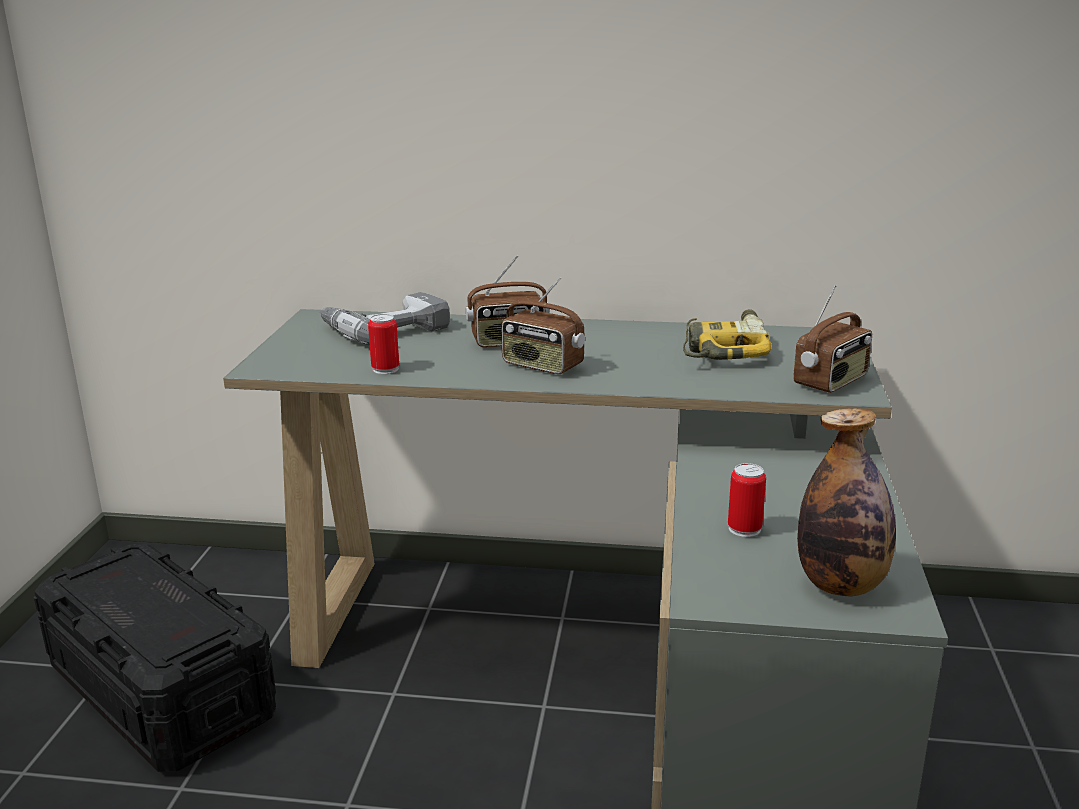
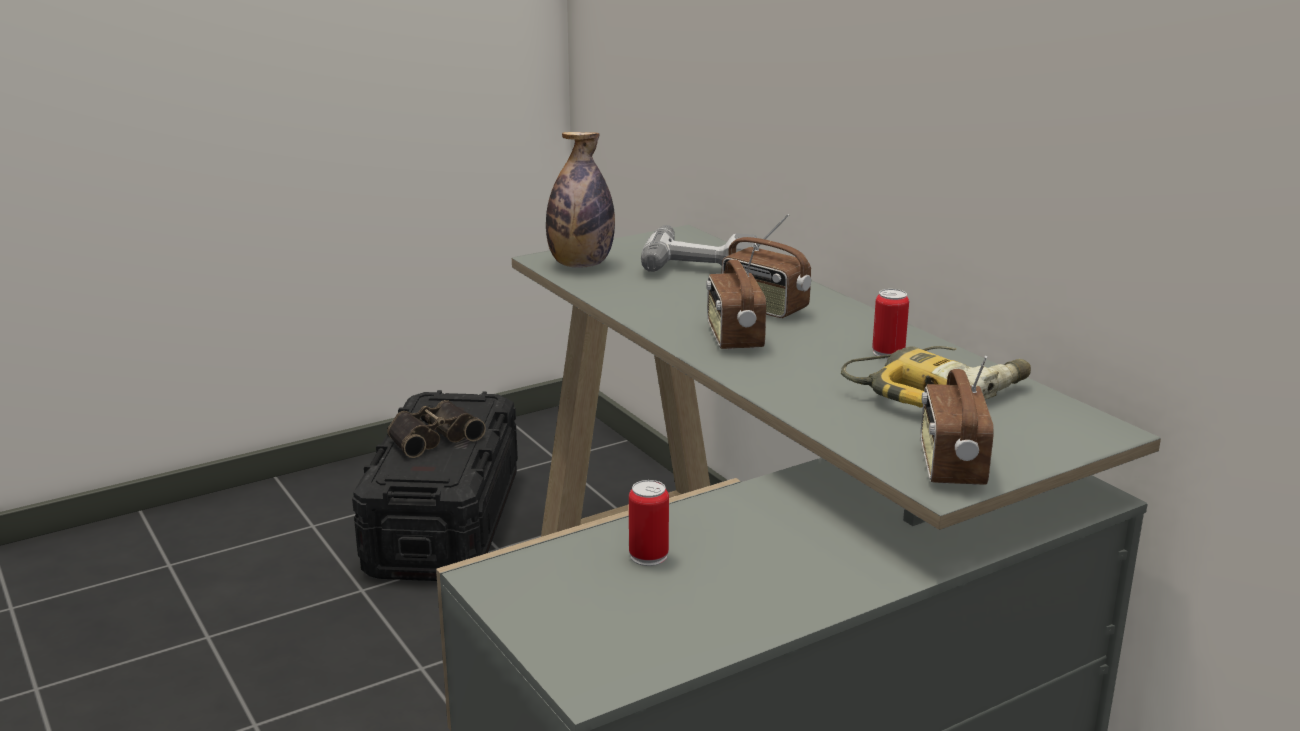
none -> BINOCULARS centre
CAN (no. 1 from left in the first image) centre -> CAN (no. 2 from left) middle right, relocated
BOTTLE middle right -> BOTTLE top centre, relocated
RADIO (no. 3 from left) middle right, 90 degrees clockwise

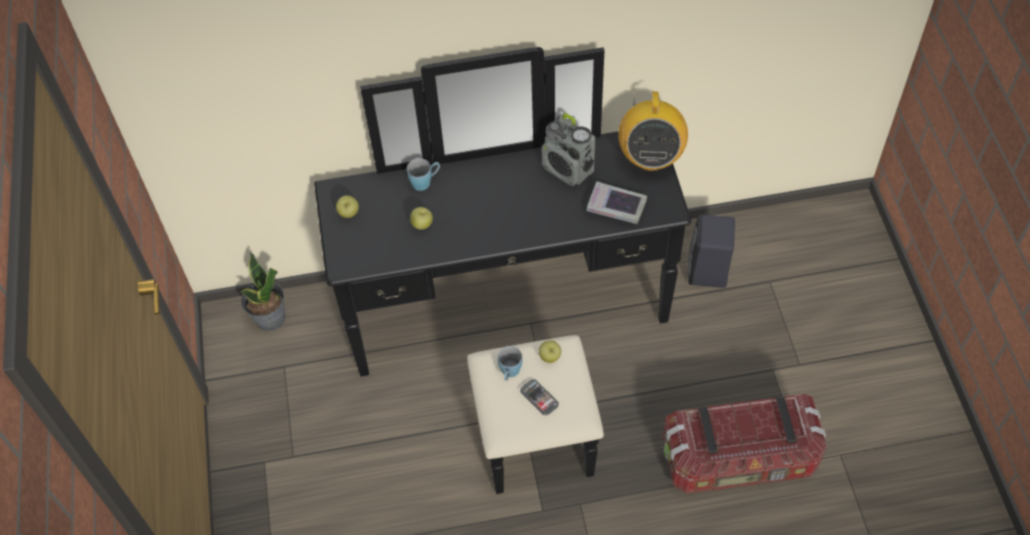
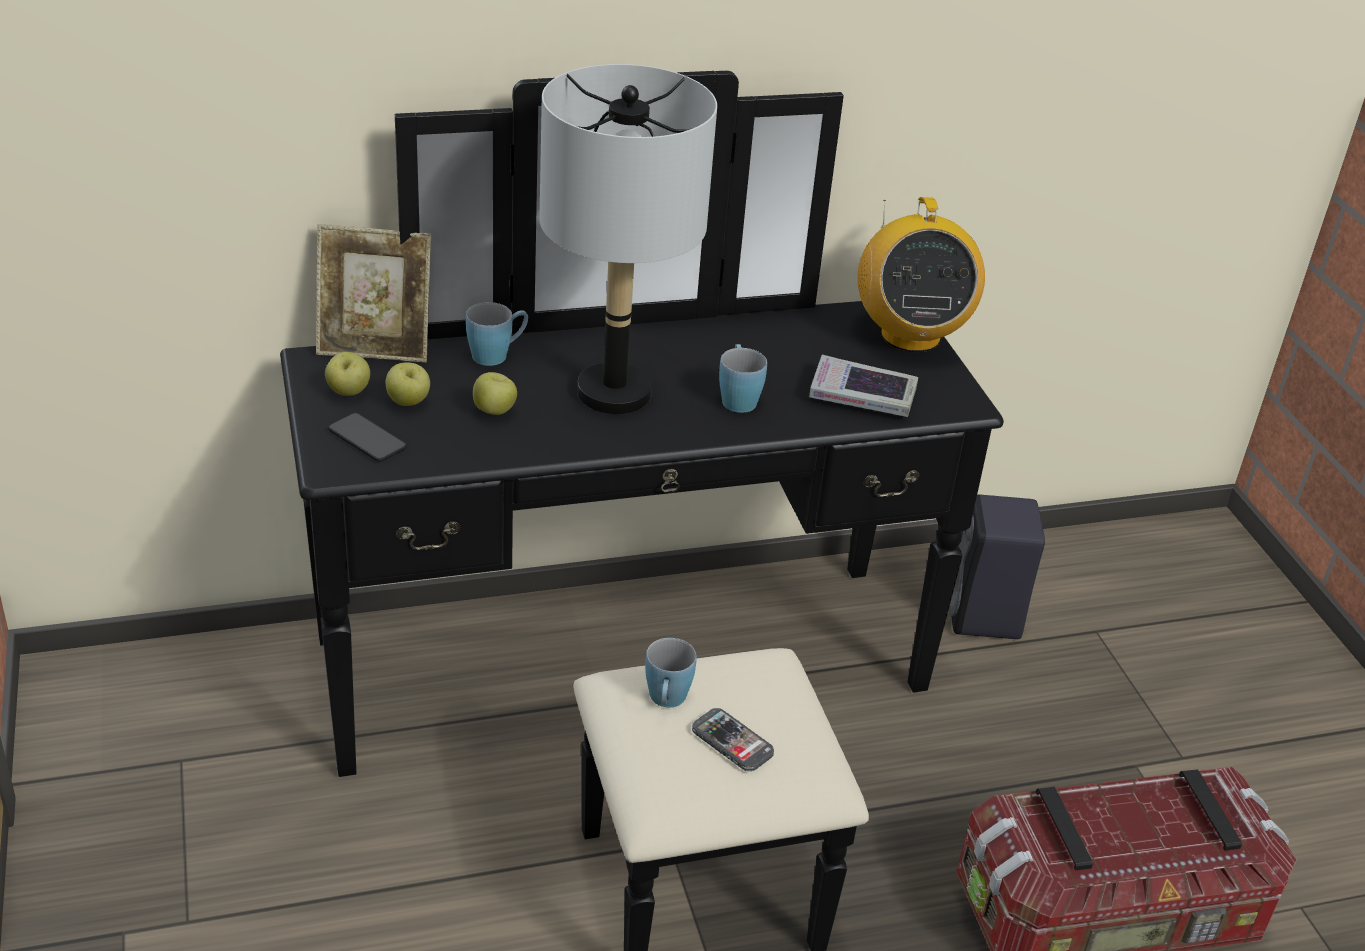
POTTED PLANT middle left -> none
RADIO (no. 1 from left) top centre -> none
none -> PICTURE FRAME top left
none -> PHONE (no. 1 from left) middle left
none -> GREY TABLE LAMP top centre
none -> BLUE MUG (no. 3 from left) centre
APPLE (no. 3 from left in the first image) centre -> APPLE (no. 2 from left) middle left, relocated

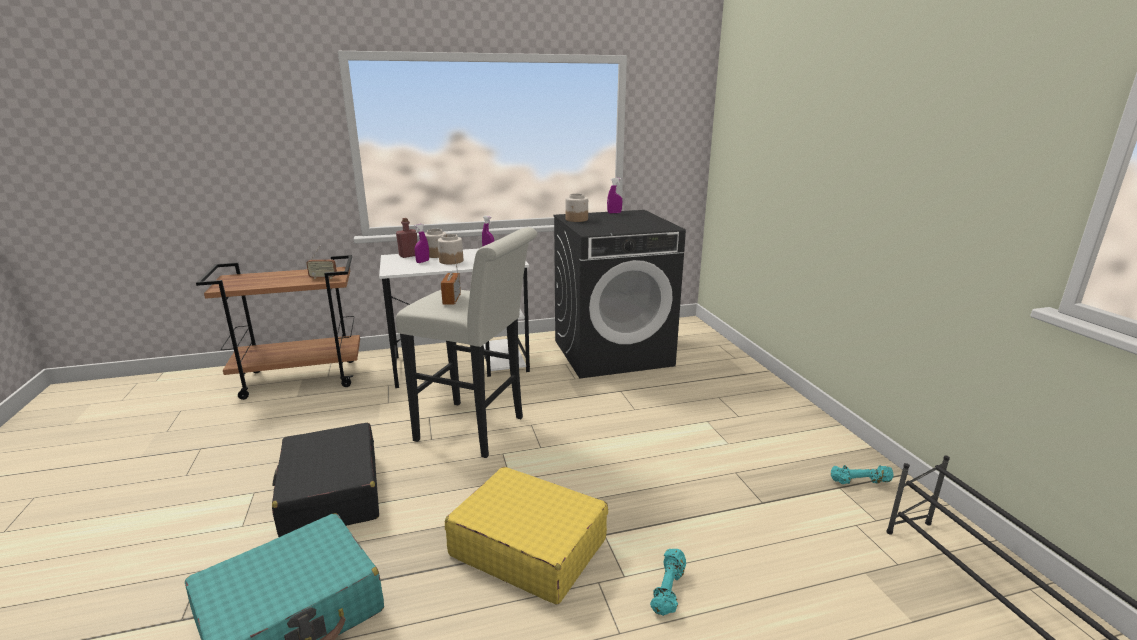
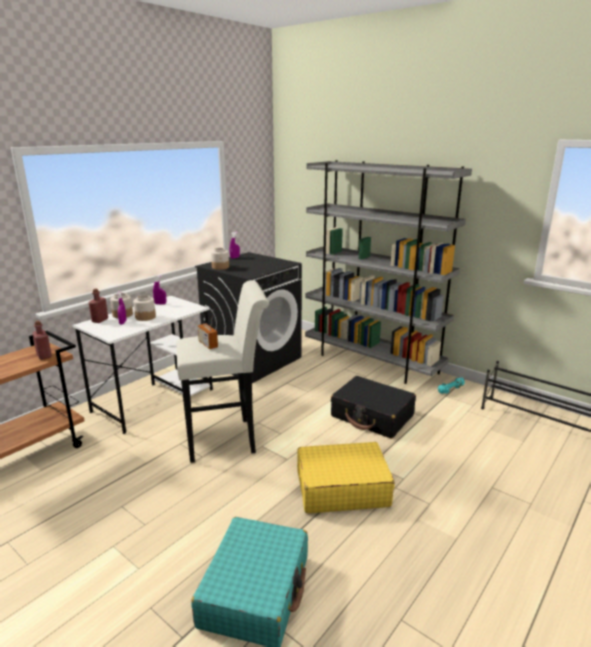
TURQUOISE DUMBBELL (no. 1 from left) bottom centre -> none
none -> GREY BOOKCASE centre
BLACK SUITCASE bottom left -> BLACK SUITCASE centre, relocated
RADIO (no. 1 from left) middle left -> RED BOTTLE (no. 1 from left) middle left

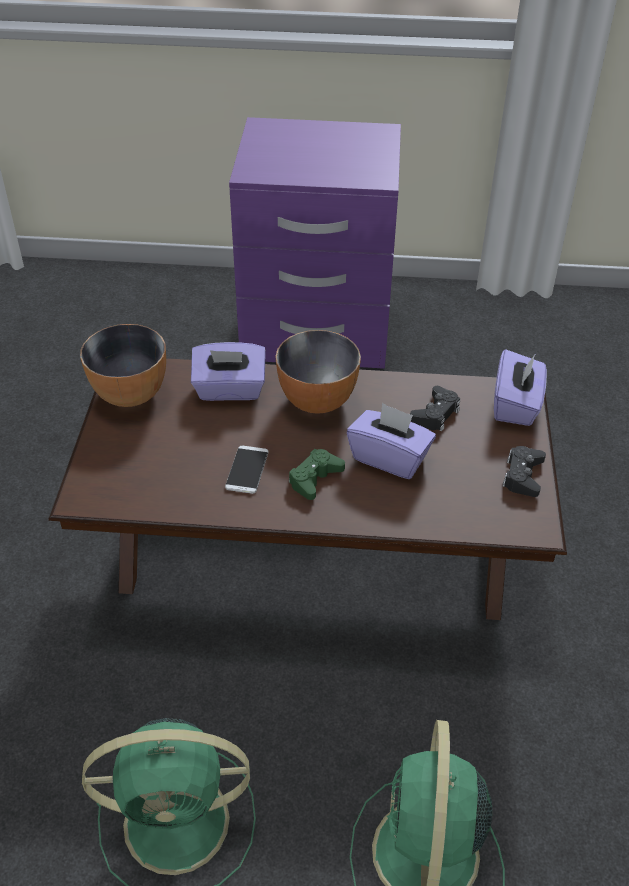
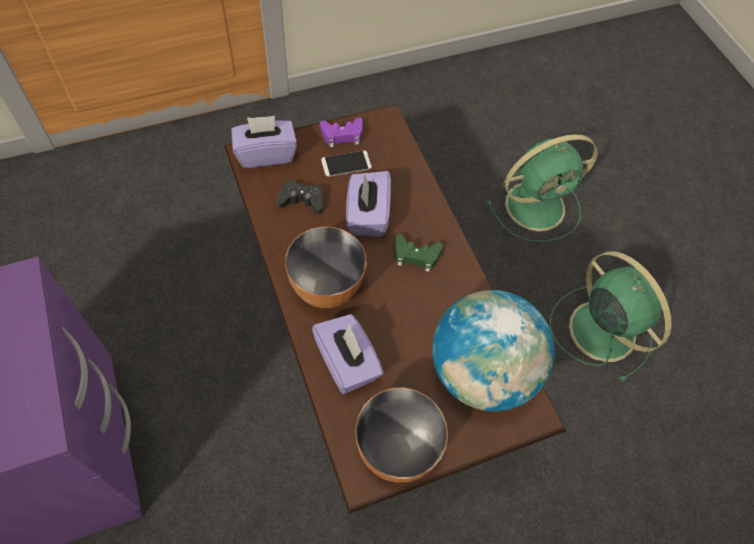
none -> GLOBE centre
PHONE centre -> PHONE top centre, relocated
BLACK GAME CONTROLLER (no. 2 from left) middle right -> PURPLE GAME CONTROLLER top centre

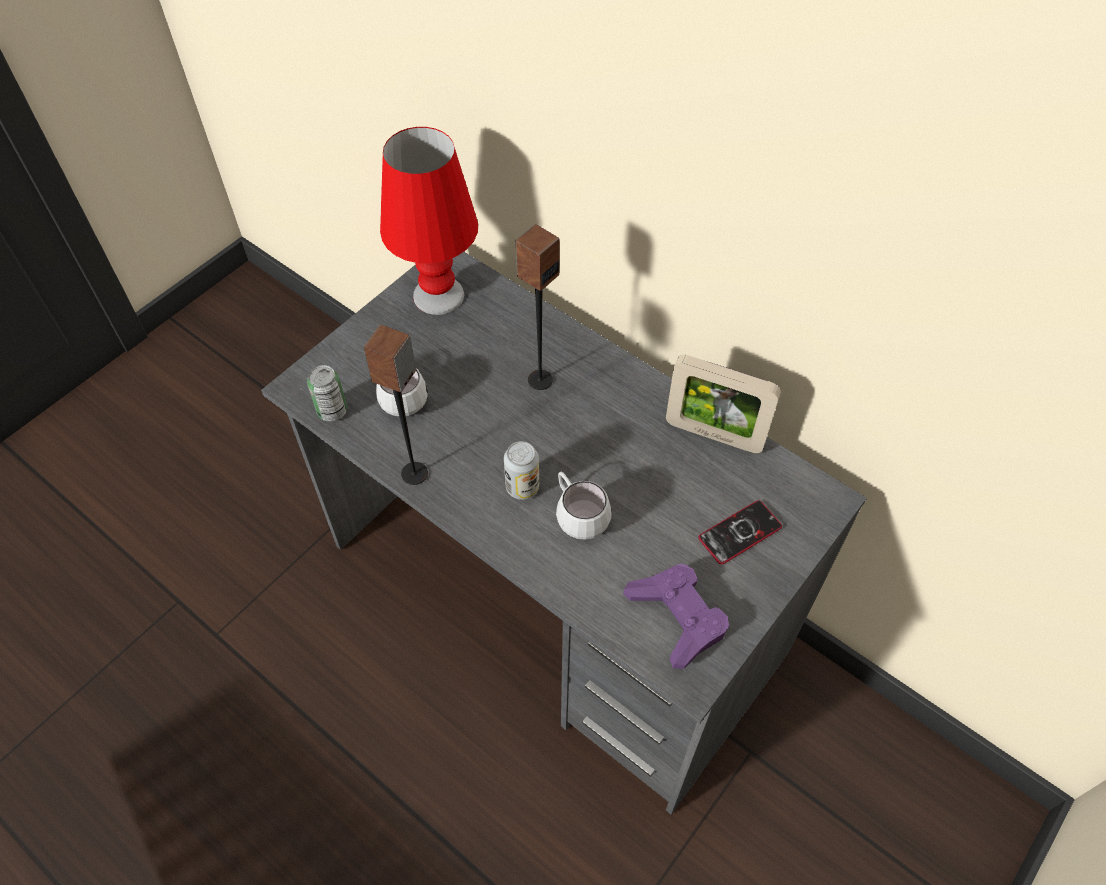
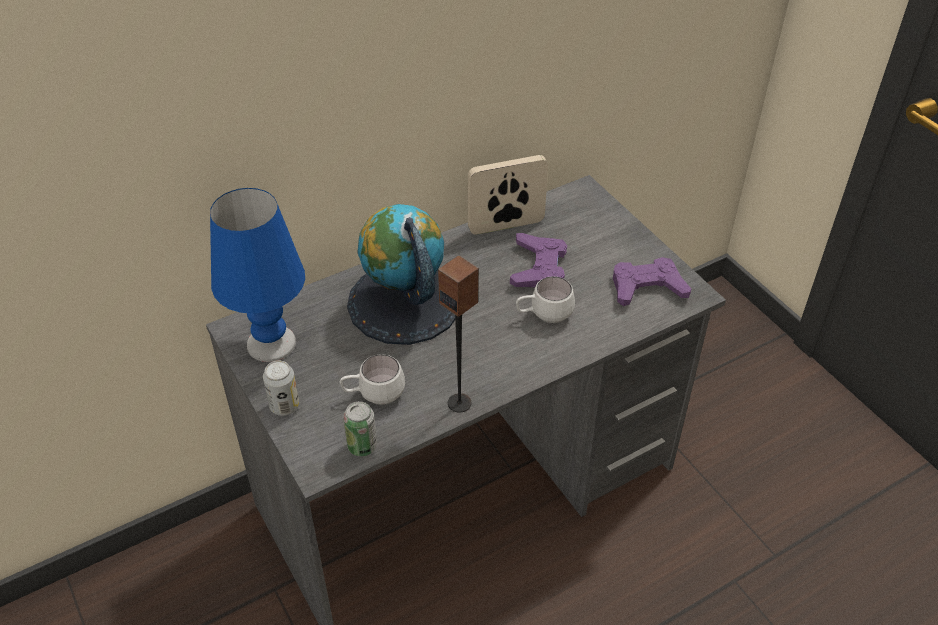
PHONE middle right -> none
none -> PURPLE GAME CONTROLLER (no. 1 from left) centre
CAN (no. 2 from left in the first image) centre -> CAN (no. 1 from left) middle left, relocated
SPEAKER (no. 2 from left) centre -> GLOBE centre
RED TABLE LAMP top centre -> BLUE TABLE LAMP middle left
PICTURE FRAME centre -> PICTURE FRAME top centre, 150 degrees counterclockwise

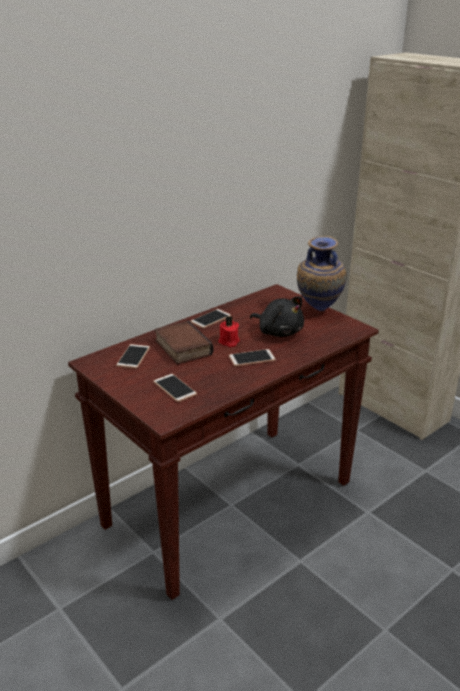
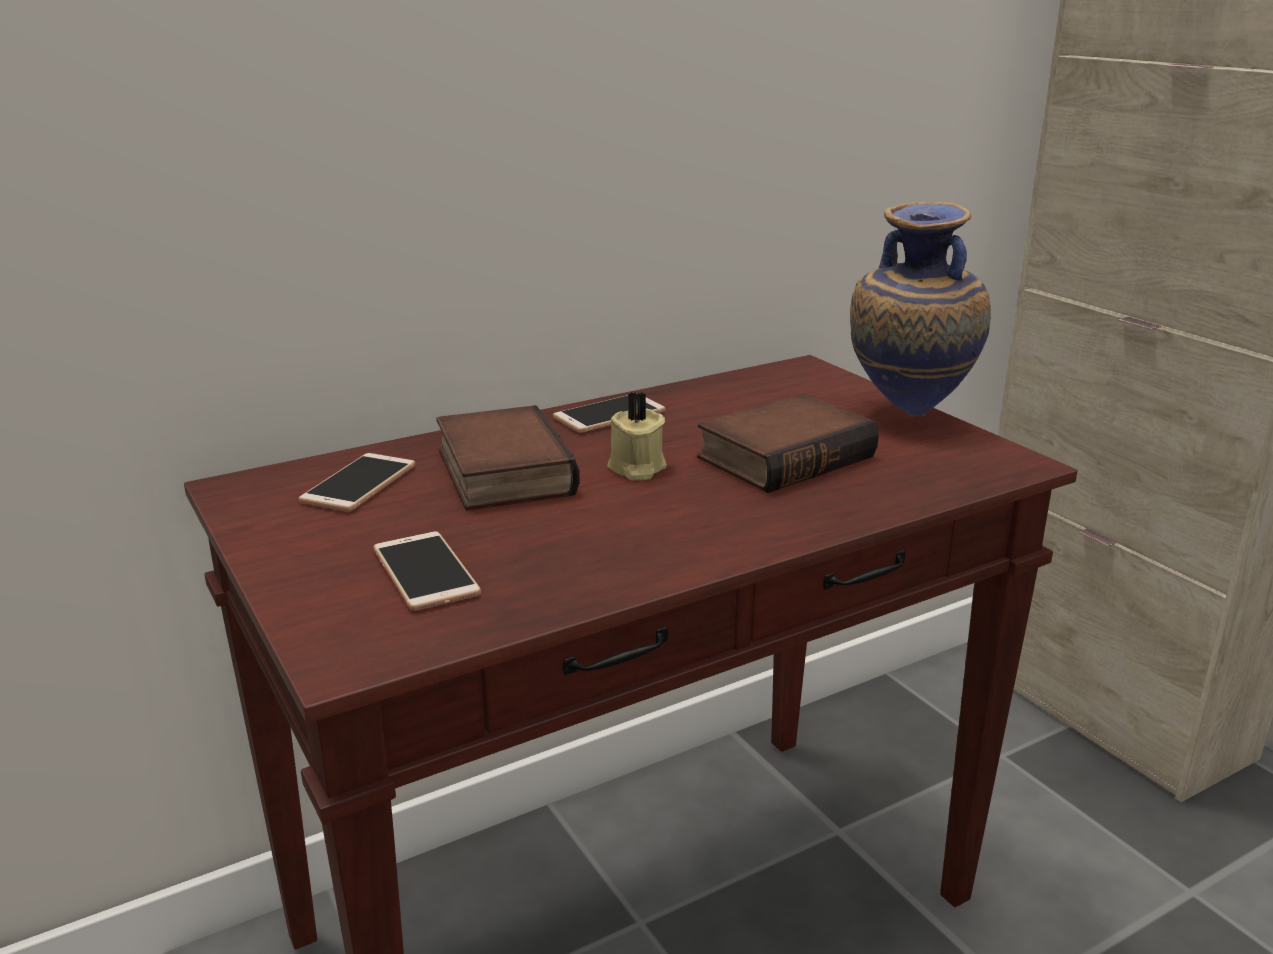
PHONE (no. 4 from left) centre -> none
BLACK PLUSH TOY centre -> BOOK (no. 2 from left) centre
RED CANDLE centre -> BEIGE CANDLE centre

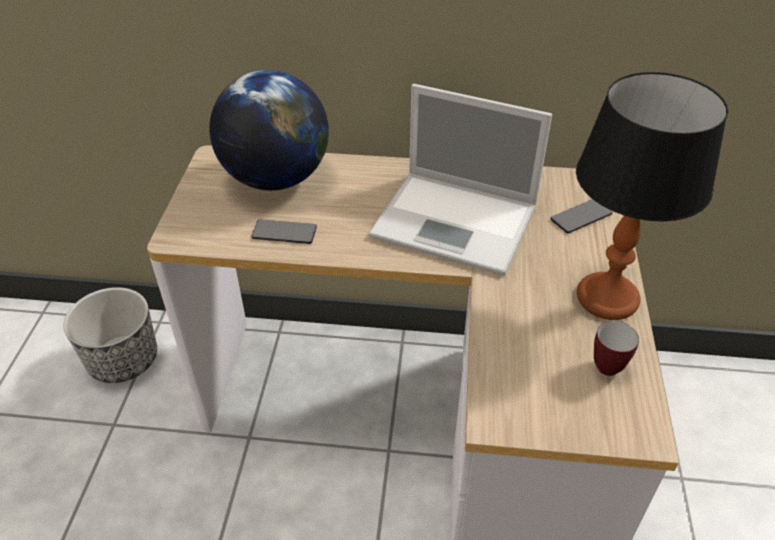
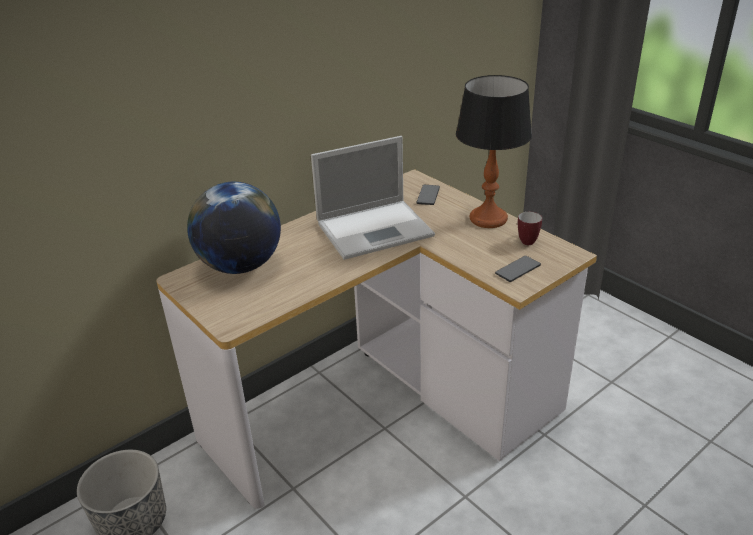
PHONE (no. 1 from left in the first image) centre -> PHONE (no. 2 from left) middle right, relocated

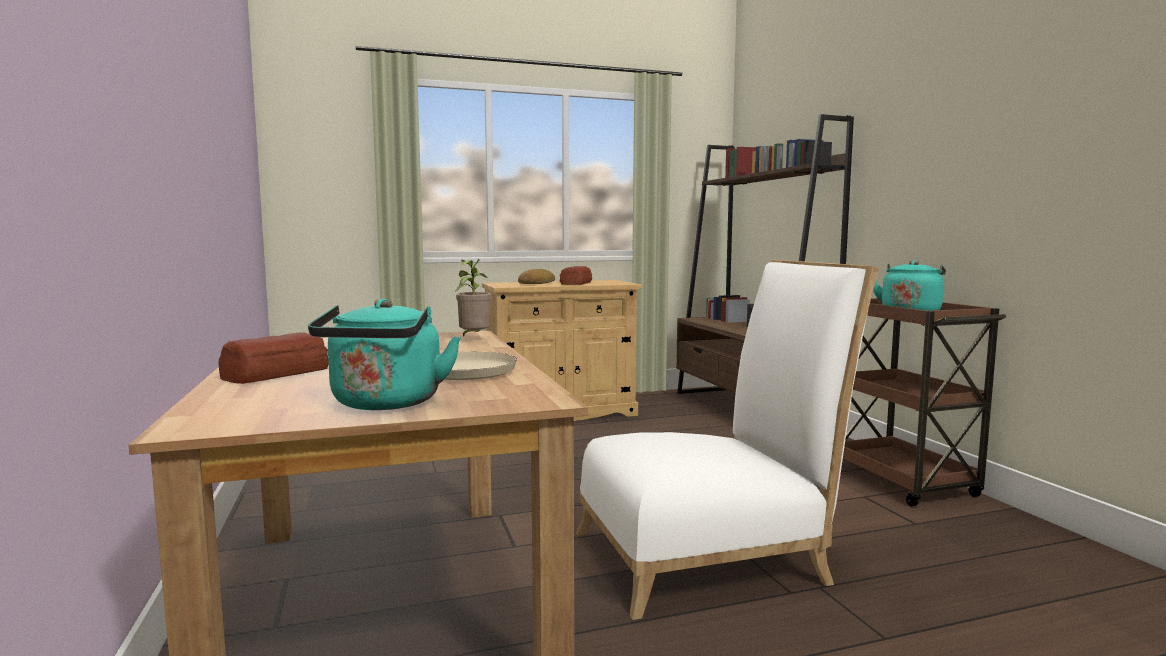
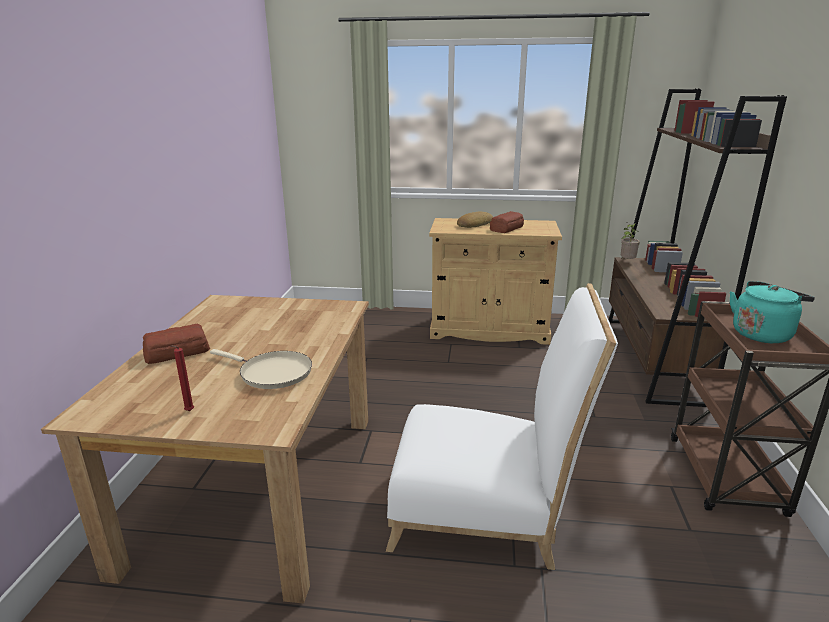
POTTED PLANT centre -> POTTED PLANT middle right, relocated
TURQUOISE KETTLE (no. 1 from left) middle left -> RED CANDLE middle left

